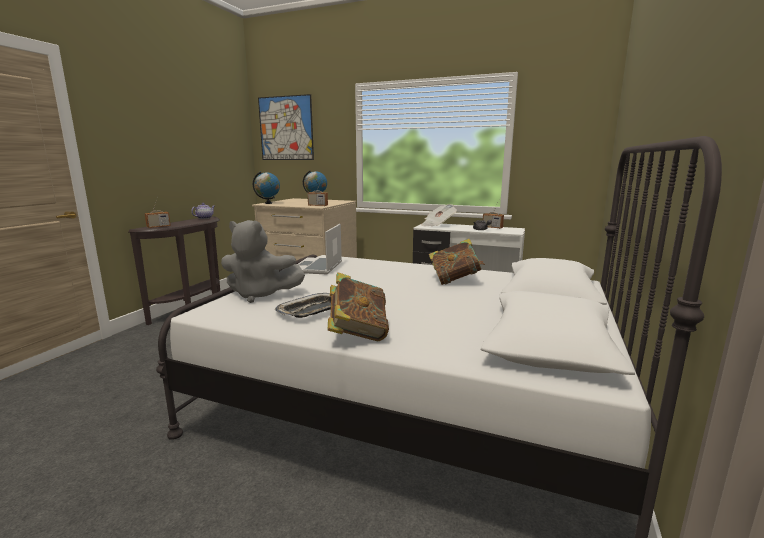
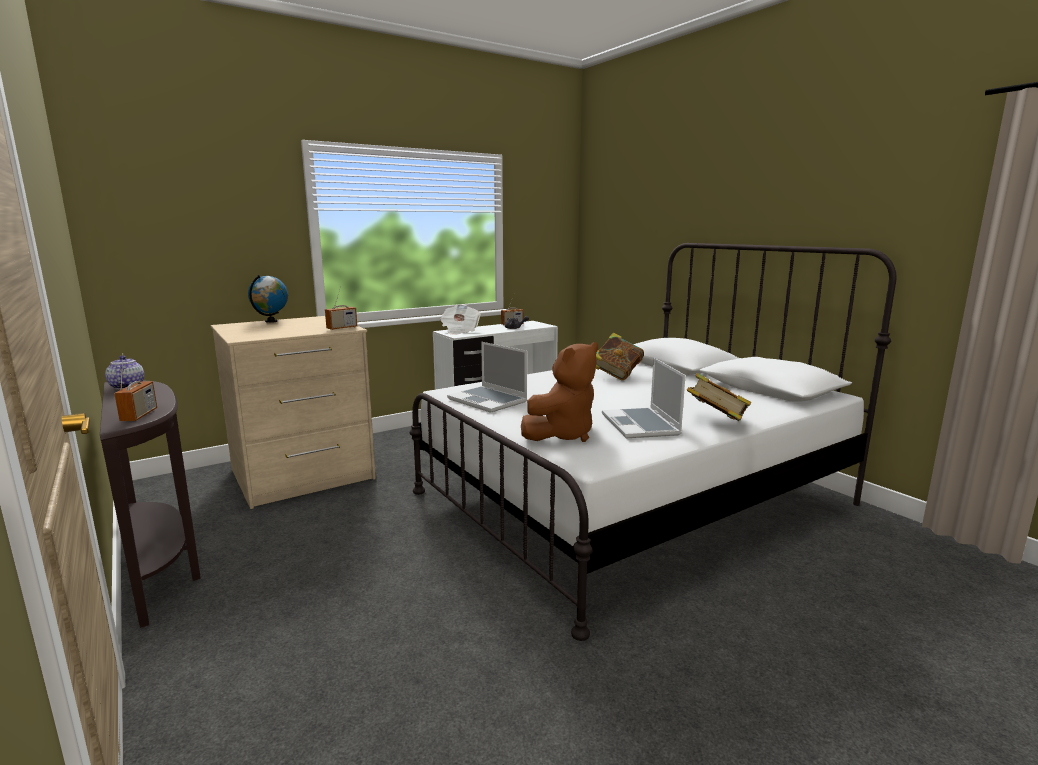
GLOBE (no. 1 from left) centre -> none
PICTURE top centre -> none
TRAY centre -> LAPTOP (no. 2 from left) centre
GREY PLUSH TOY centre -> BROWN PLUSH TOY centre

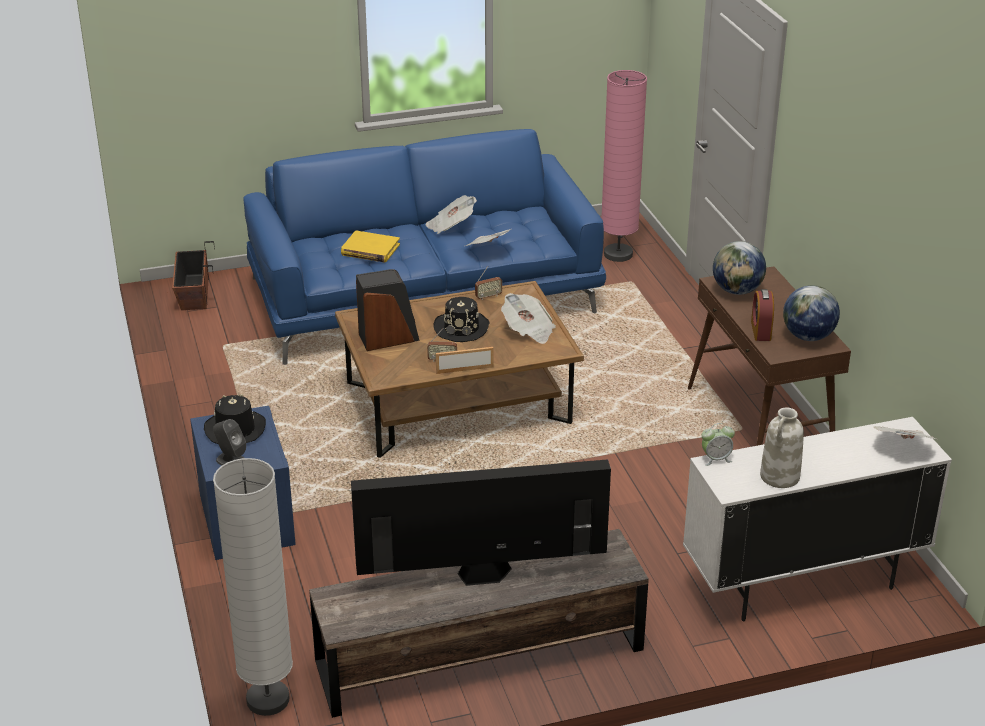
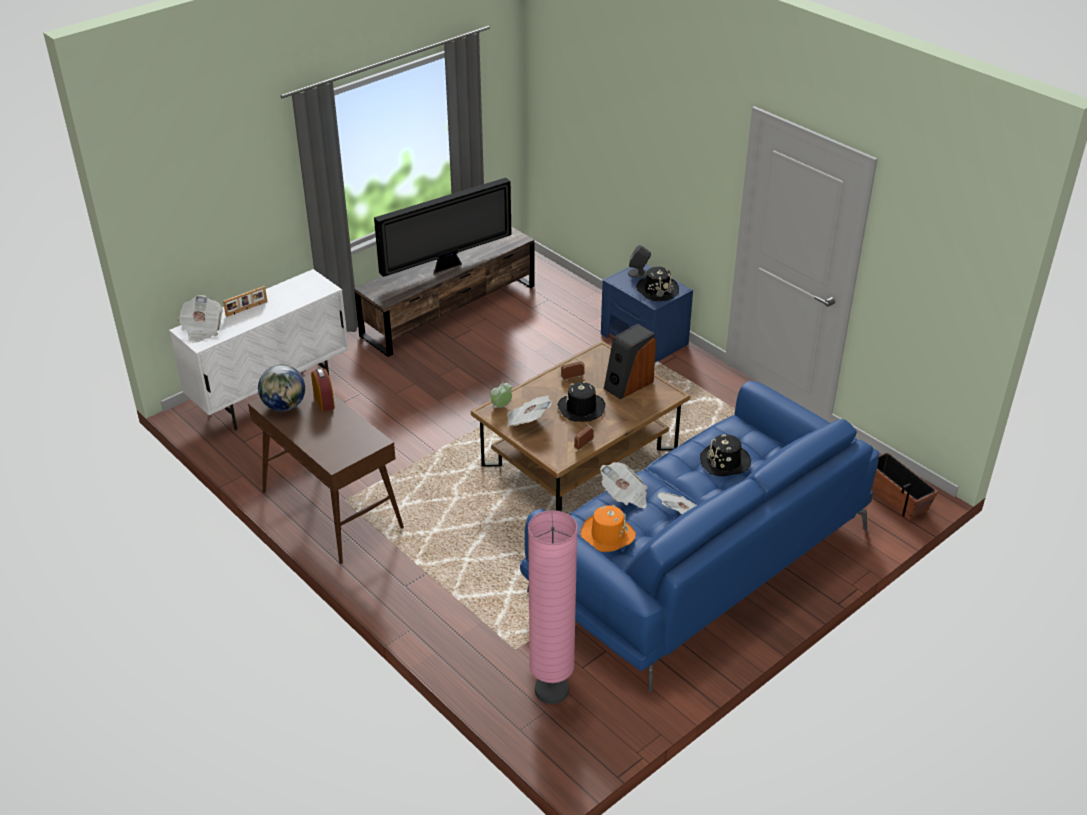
WHITE FLOOR LAMP bottom left -> none
GLOBE (no. 1 from left) middle right -> none
WHITE VASE middle right -> none
none -> ORANGE HAT centre
PICTURE FRAME centre -> PICTURE FRAME middle left, relocated
ALARM CLOCK (no. 1 from left in the first image) middle right -> ALARM CLOCK (no. 2 from left) centre, relocated
YELLOW BOOK centre -> BLACK HAT (no. 3 from left) middle right

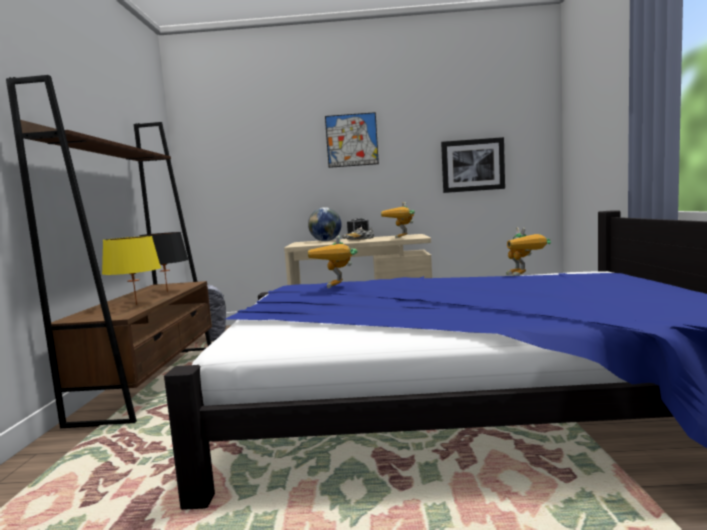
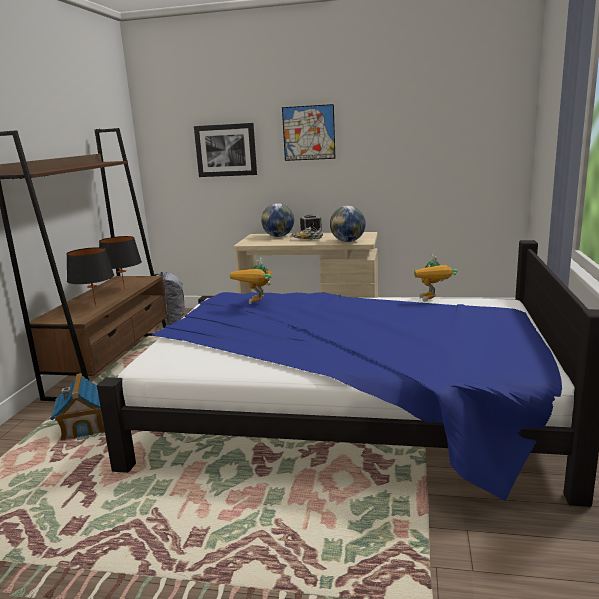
none -> TOY HOUSE bottom left
PICTURE (no. 2 from left in the first image) top right -> PICTURE (no. 1 from left) top centre, relocated
TOY ROBOT (no. 2 from left) centre -> GLOBE (no. 2 from left) centre
YELLOW TABLE LAMP middle left -> BLACK TABLE LAMP (no. 1 from left) middle left

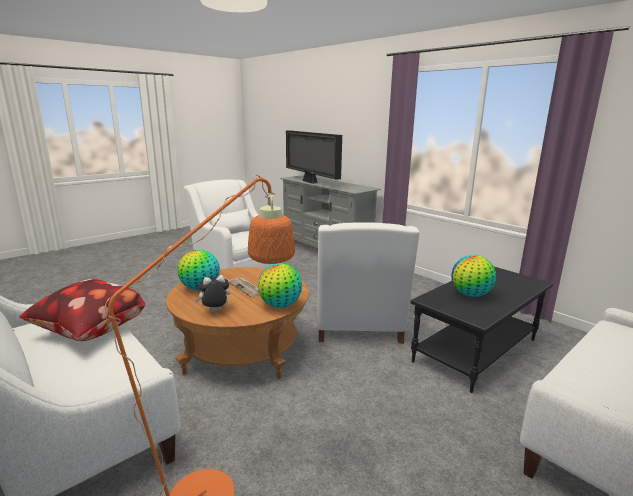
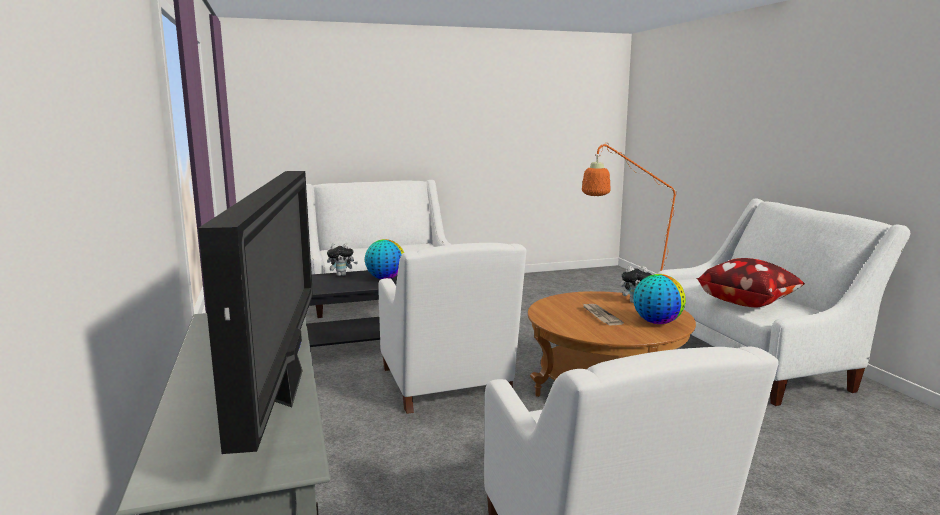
GLOBE (no. 2 from left) centre -> none
none -> PLUSH TOY (no. 1 from left) centre
WHITE ARMCHAIR (no. 2 from left in the first image) centre -> WHITE ARMCHAIR (no. 1 from left) centre, 135 degrees clockwise

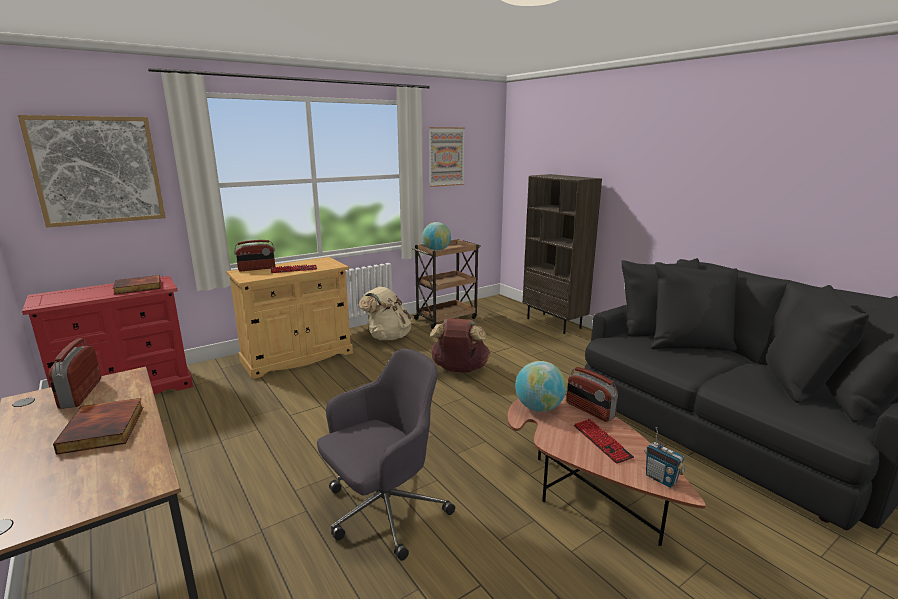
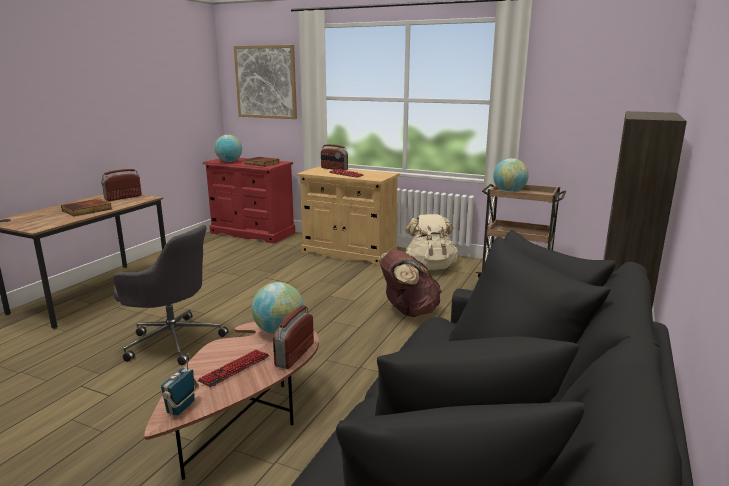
PICTURE (no. 2 from left) top centre -> none
none -> GLOBE (no. 1 from left) top left

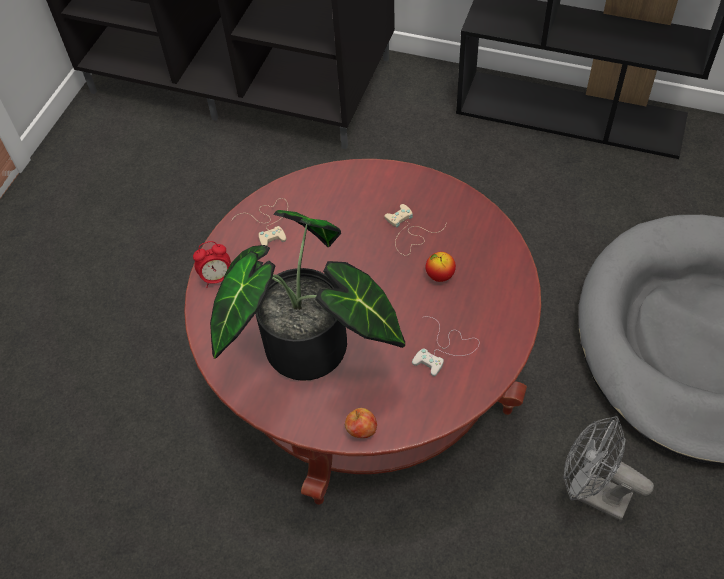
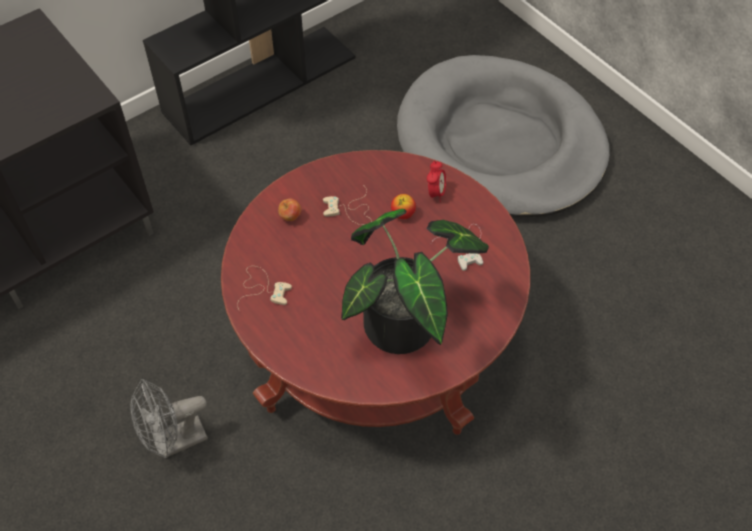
ALARM CLOCK middle left -> ALARM CLOCK centre, relocated
APPLE (no. 1 from left) bottom centre -> APPLE (no. 1 from left) centre, relocated
GREY FAN bottom right -> GREY FAN bottom left, relocated

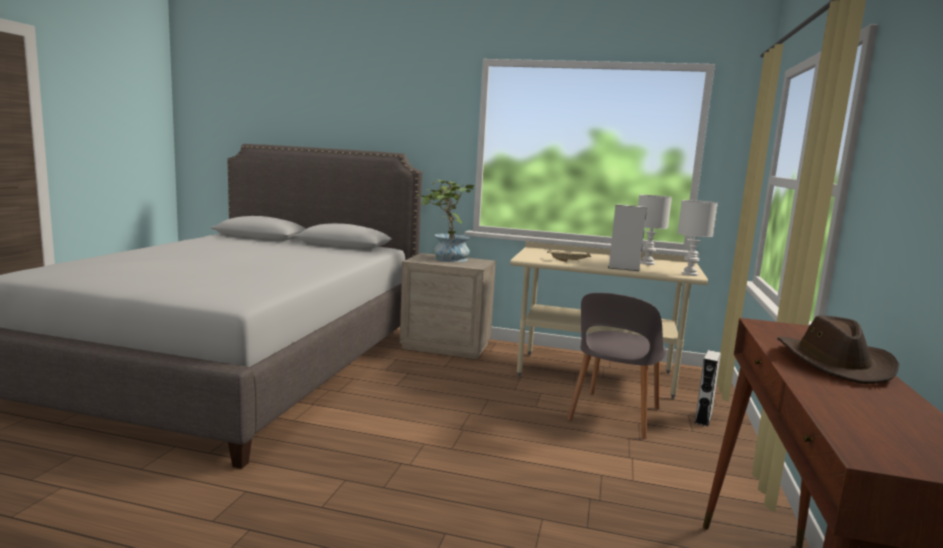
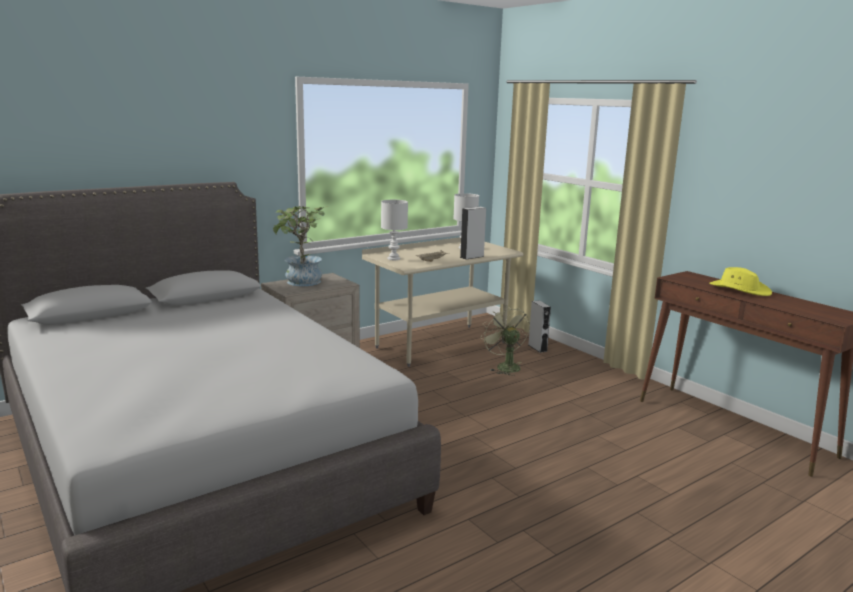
WHITE TABLE LAMP (no. 2 from left in the first image) middle right -> WHITE TABLE LAMP (no. 1 from left) centre, relocated
GREY CHAIR bottom centre -> GREEN FAN centre
BROWN HAT middle right -> YELLOW HAT middle right

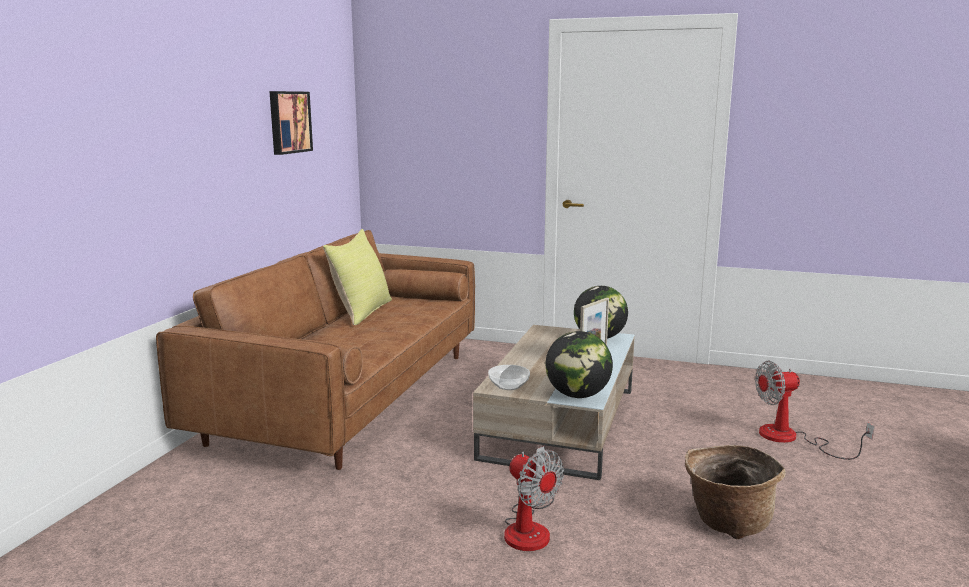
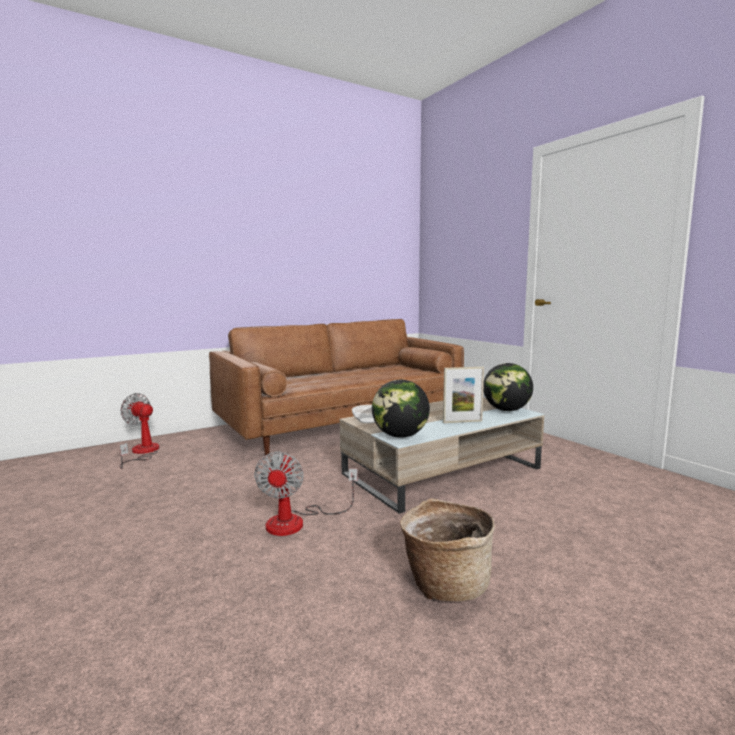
PICTURE top left -> none
YELLOW PILLOW centre -> none
FAN (no. 2 from left in the first image) bottom right -> FAN (no. 1 from left) middle left, relocated

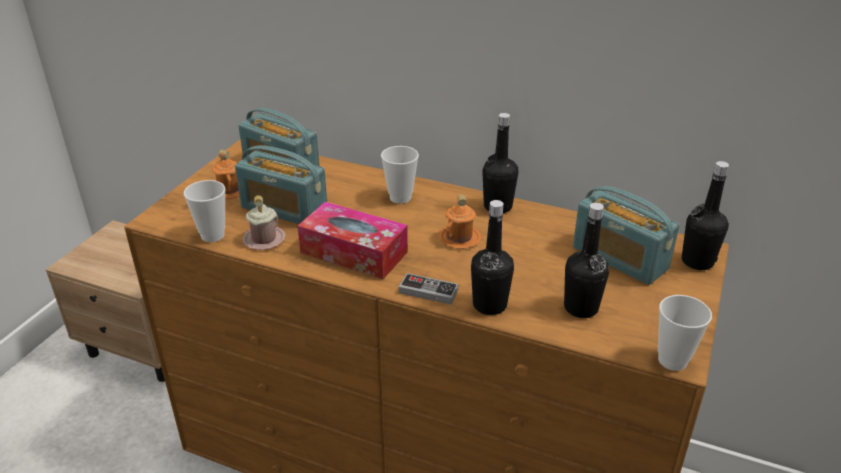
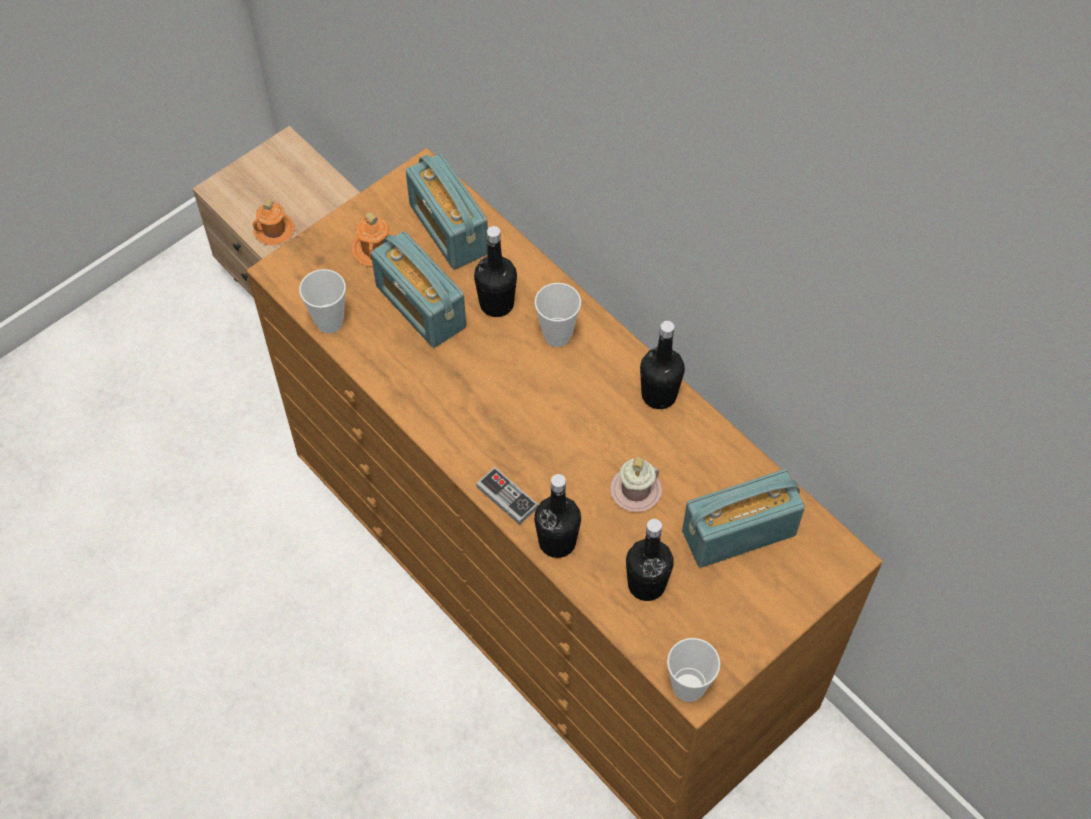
TISSUE BOX centre -> none
PINK MUG middle left -> PINK MUG centre, relocated
ORANGE MUG (no. 2 from left in the first image) centre -> ORANGE MUG (no. 1 from left) top left, relocated
BLACK BOTTLE (no. 4 from left in the first image) middle right -> BLACK BOTTLE (no. 1 from left) top centre, relocated
RADIO (no. 3 from left) middle right, 90 degrees clockwise

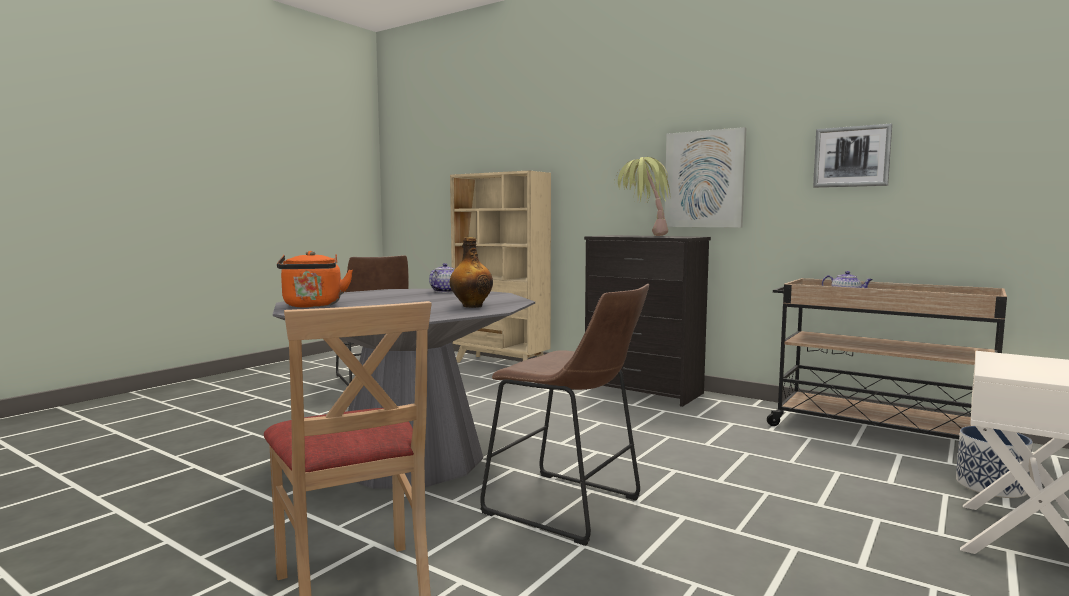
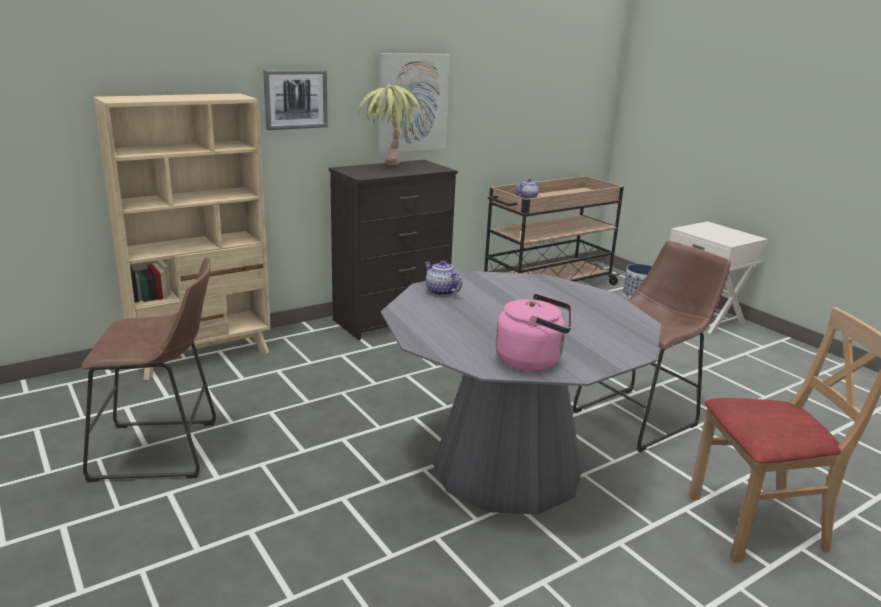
BOTTLE centre -> none
PICTURE (no. 2 from left in the first image) top right -> PICTURE (no. 1 from left) top centre, relocated
ORANGE KETTLE middle left -> PINK KETTLE centre

